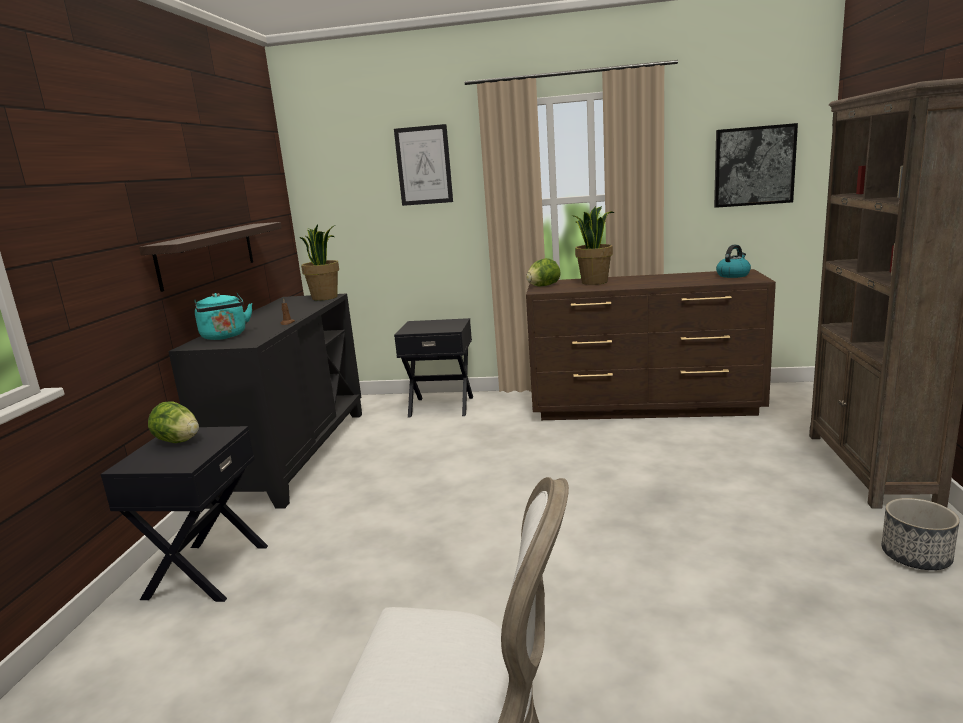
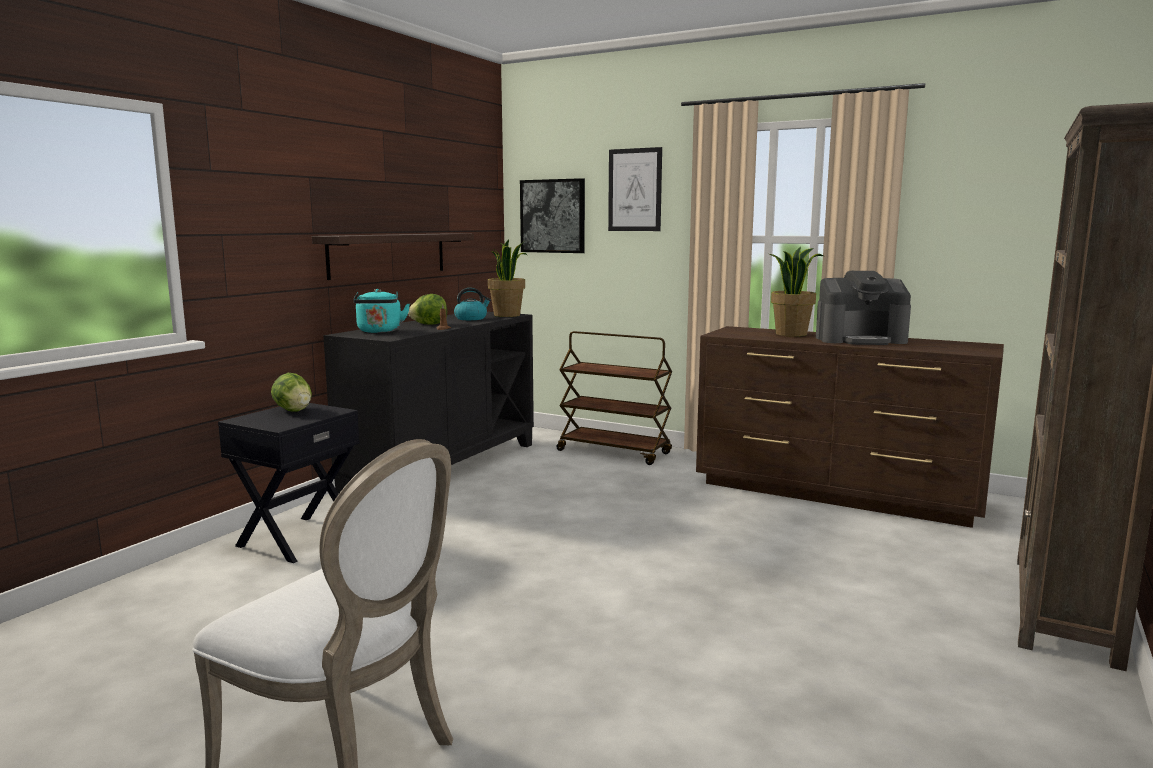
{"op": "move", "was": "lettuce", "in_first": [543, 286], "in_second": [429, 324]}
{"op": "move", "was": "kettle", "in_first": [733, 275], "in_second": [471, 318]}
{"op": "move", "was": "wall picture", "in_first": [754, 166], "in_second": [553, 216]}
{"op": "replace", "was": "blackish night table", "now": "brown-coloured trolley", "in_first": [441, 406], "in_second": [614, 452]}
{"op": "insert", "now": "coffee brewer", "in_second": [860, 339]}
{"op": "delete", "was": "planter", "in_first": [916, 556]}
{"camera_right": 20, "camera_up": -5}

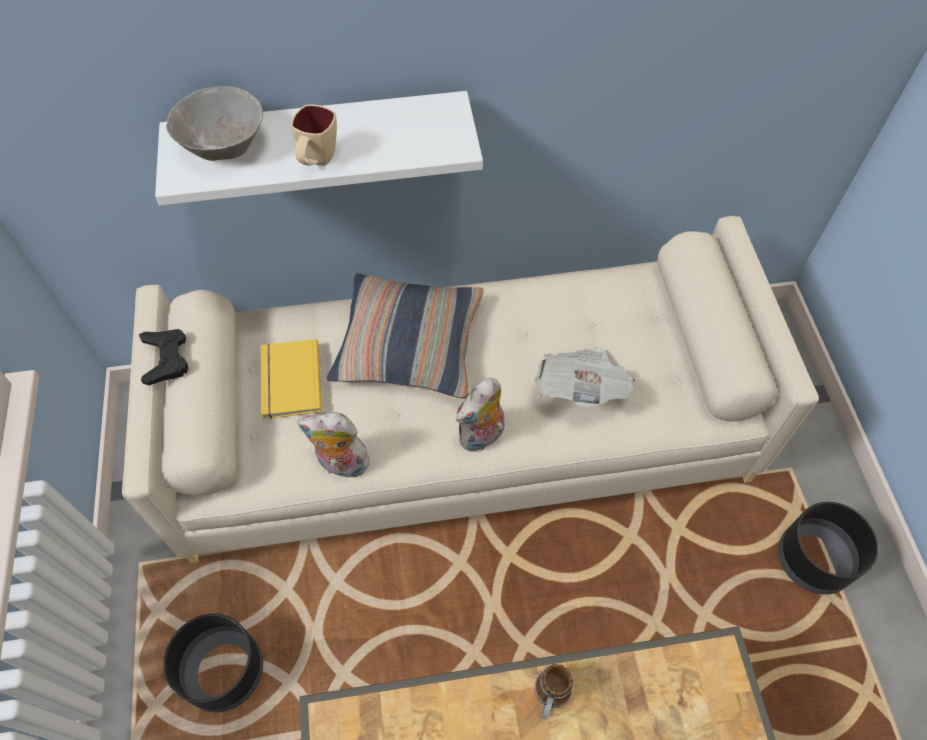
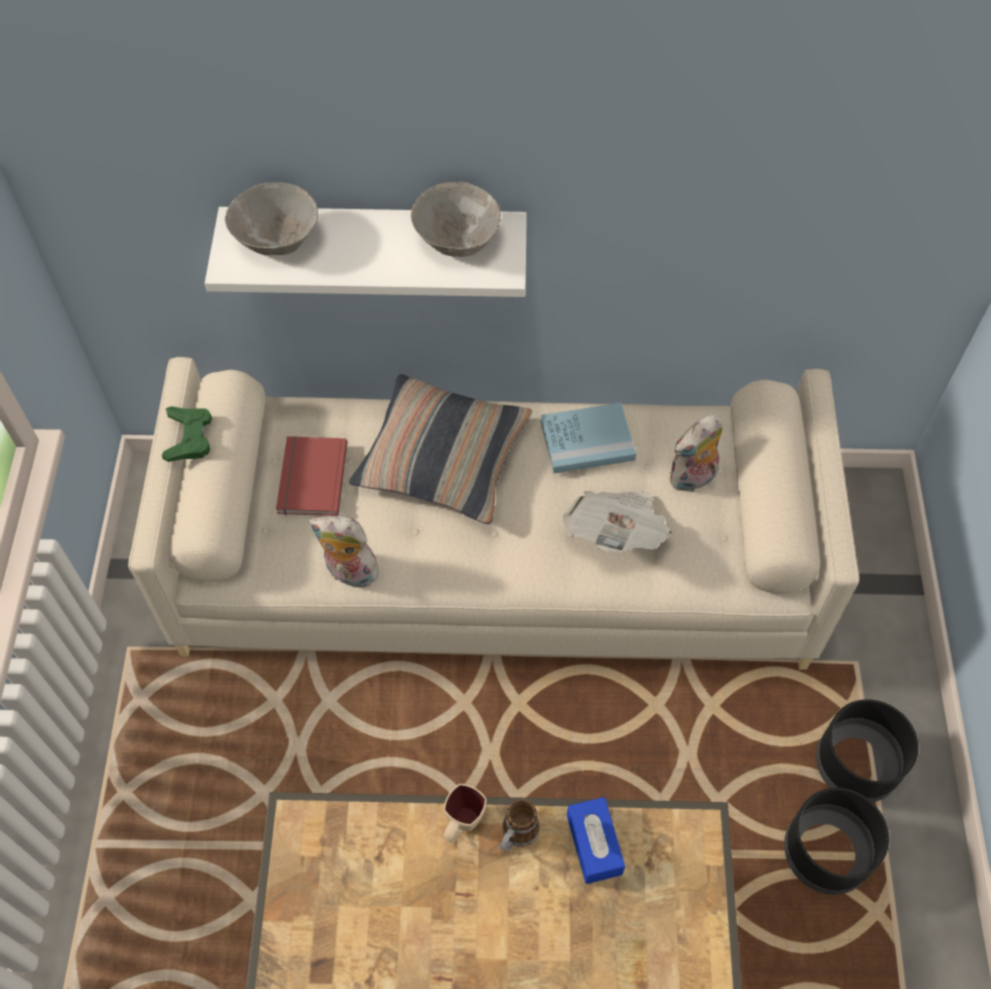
{"op": "recolor", "was": "blackish joypad", "now": "green joypad", "in_first": [166, 358], "in_second": [189, 437]}
{"op": "recolor", "was": "yellowish bound book", "now": "reddish bound book", "in_first": [288, 381], "in_second": [309, 478]}
{"op": "insert", "now": "gray serving bowl", "in_second": [457, 241]}
{"op": "move", "was": "beige-coloured coffee mug", "in_first": [317, 162], "in_second": [462, 825]}
{"op": "insert", "now": "bluish bound book", "in_second": [587, 440]}
{"op": "insert", "now": "bluish tissue holder", "in_second": [594, 844]}
{"op": "move", "was": "soft toy", "in_first": [482, 437], "in_second": [692, 480]}
{"op": "move", "was": "blackish planter", "in_first": [223, 670], "in_second": [825, 851]}
{"camera_right": 10, "camera_up": 0}

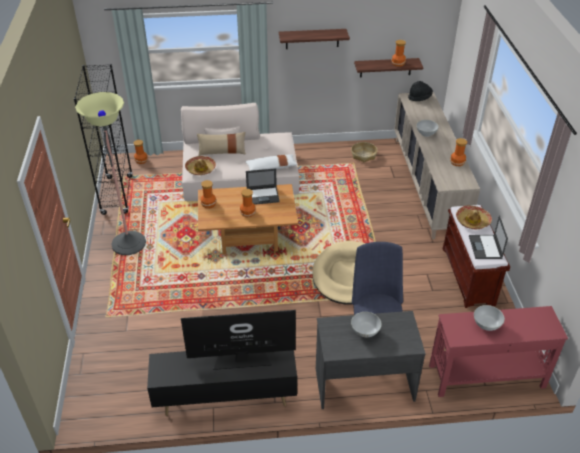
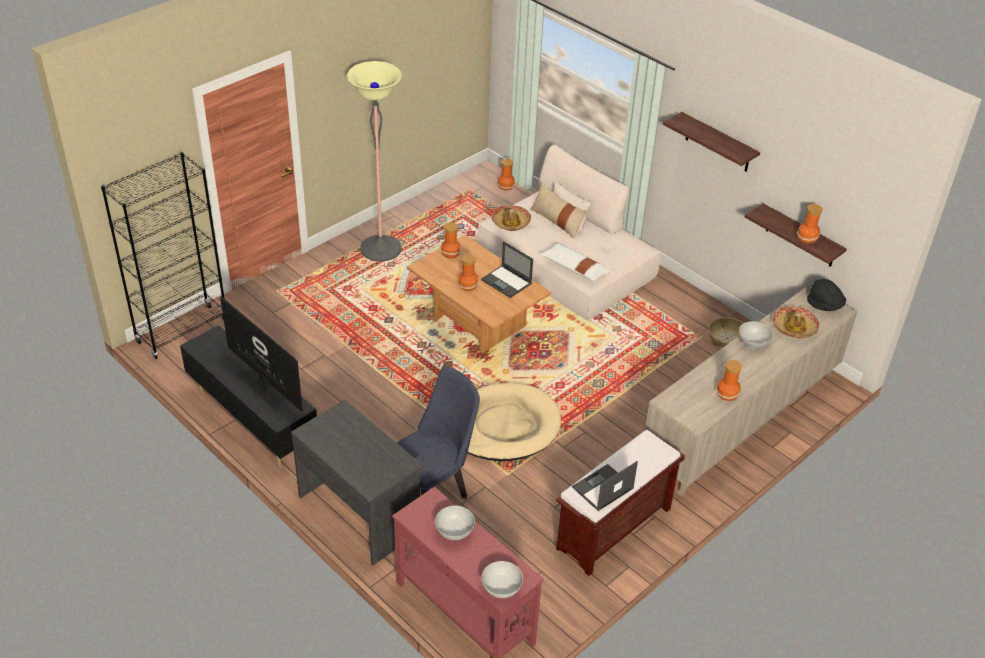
{"op": "move", "was": "blackish bookcase", "in_first": [117, 195], "in_second": [182, 332]}
{"op": "move", "was": "white-coloured serving bowl", "in_first": [365, 331], "in_second": [502, 589]}
{"op": "move", "was": "clothing hat", "in_first": [472, 221], "in_second": [794, 327]}
{"camera_right": 50, "camera_up": 0}

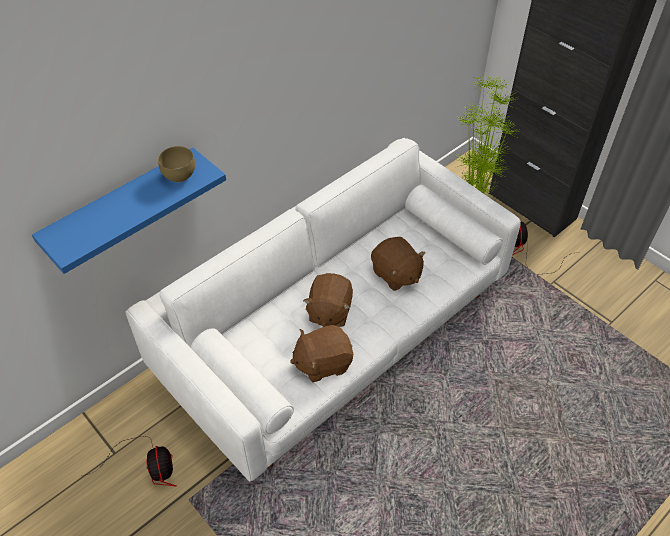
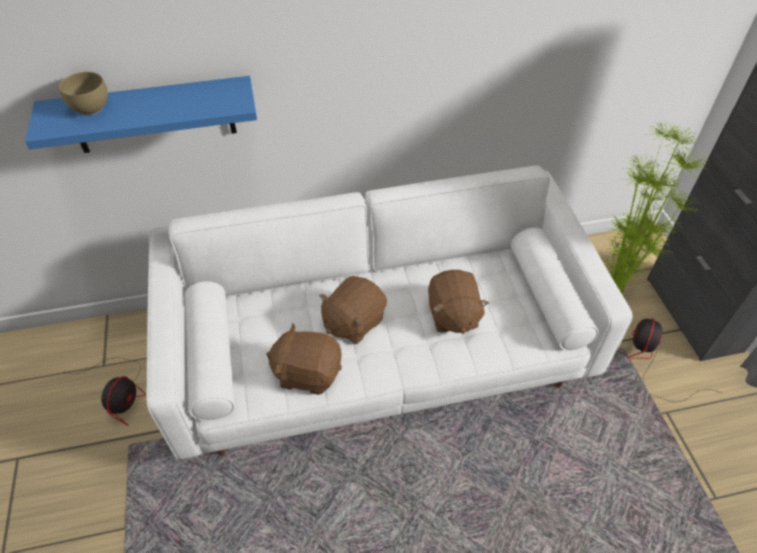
{"op": "move", "was": "brown-coloured serving bowl", "in_first": [178, 175], "in_second": [90, 107]}
{"camera_right": 30, "camera_up": 0}

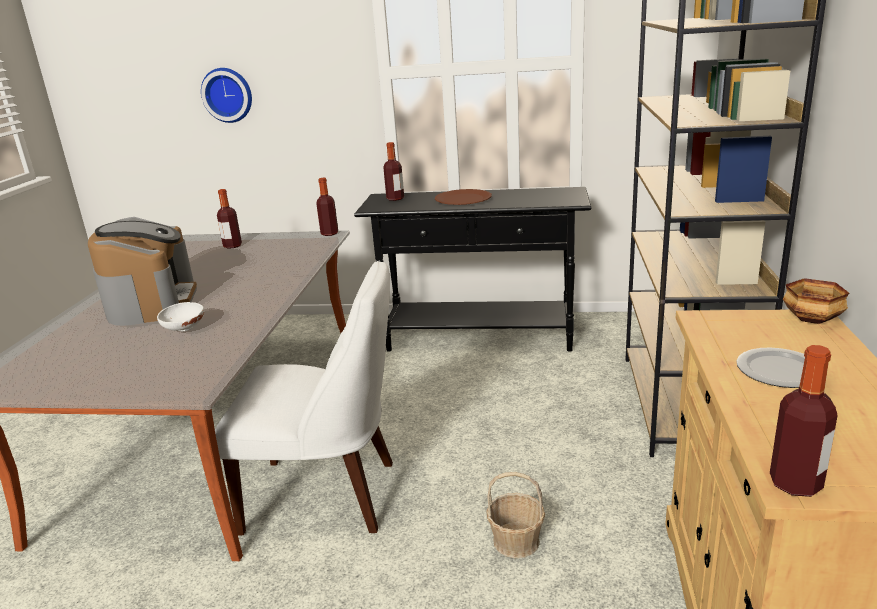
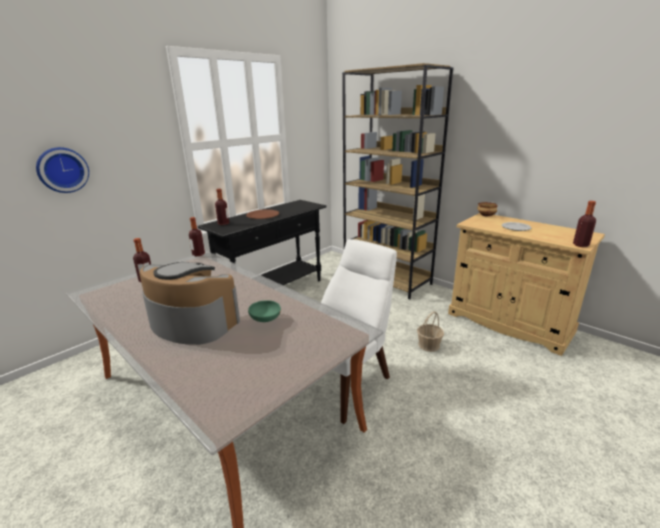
{"op": "recolor", "was": "white-coloured serving bowl", "now": "green serving bowl", "in_first": [183, 329], "in_second": [265, 320]}
{"camera_right": -55, "camera_up": 0}

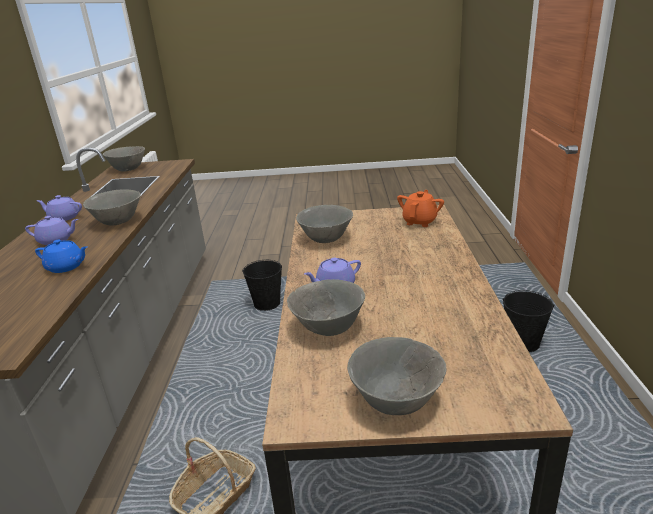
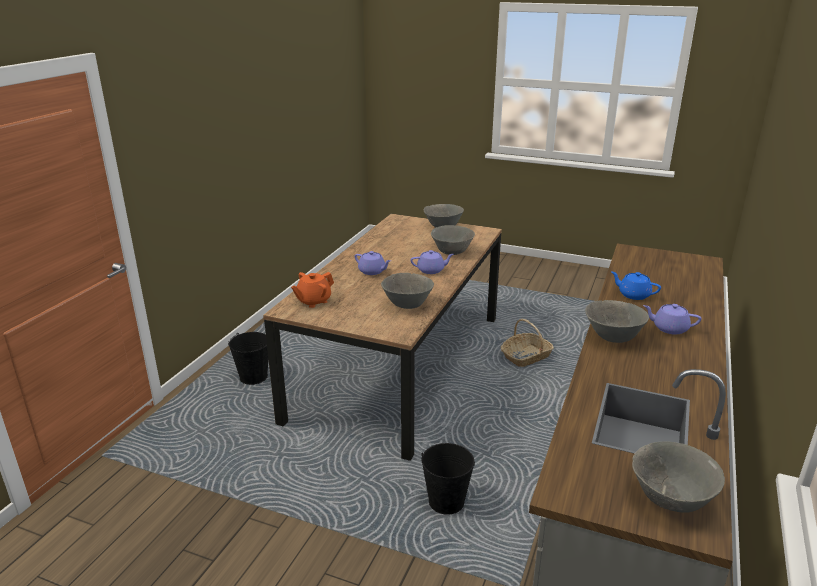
{"op": "move", "was": "purple-coloured teapot", "in_first": [64, 218], "in_second": [372, 271]}
{"camera_right": -160, "camera_up": 0}

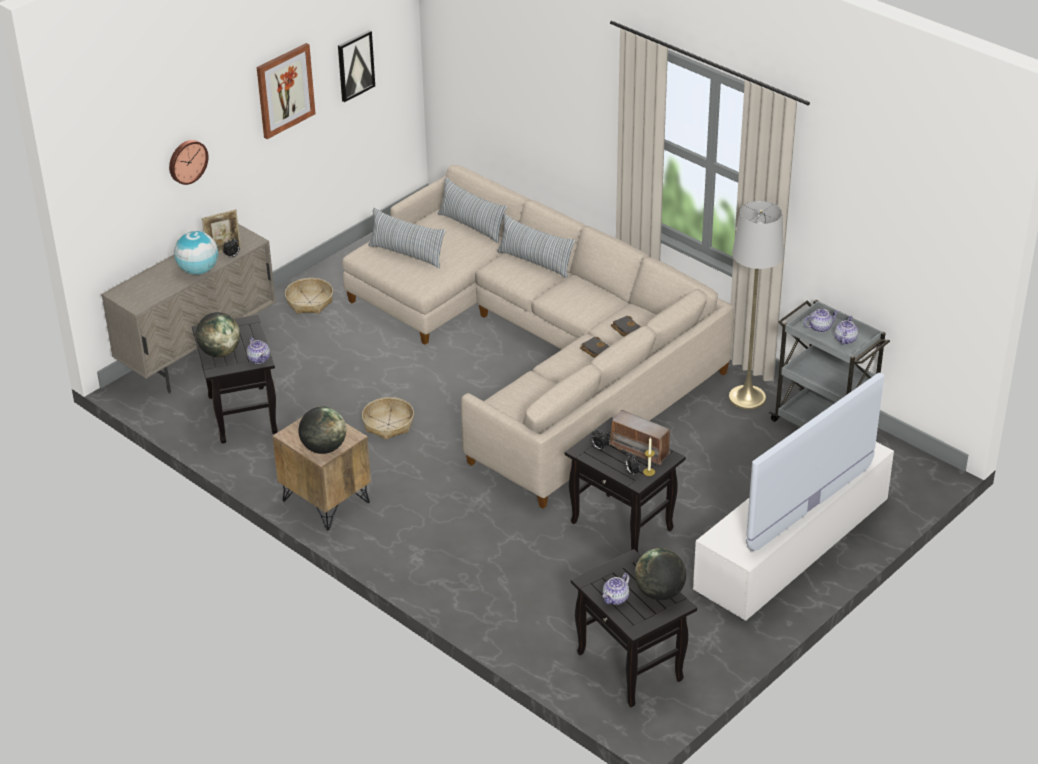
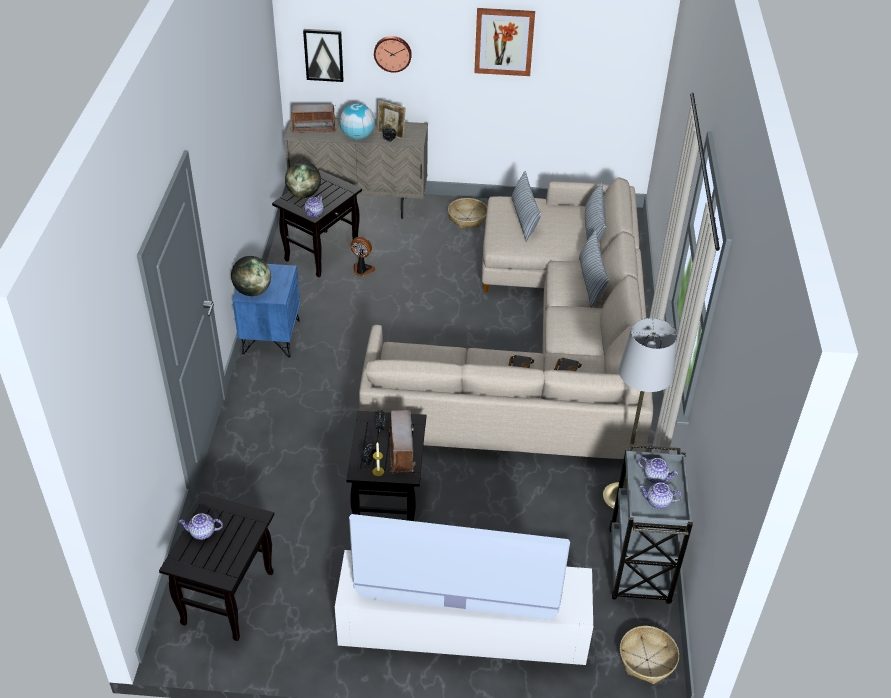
{"op": "recolor", "was": "brown-coloured night table", "now": "bluish night table", "in_first": [325, 502], "in_second": [270, 337]}
{"op": "insert", "now": "radio", "in_second": [314, 128]}
{"op": "move", "was": "wall picture", "in_first": [355, 65], "in_second": [323, 54]}
{"op": "insert", "now": "electric fan", "in_second": [362, 270]}
{"op": "move", "was": "basket", "in_first": [388, 424], "in_second": [647, 659]}
{"op": "rotate", "was": "teapot", "in_first": [845, 339], "in_second": [658, 502], "clockwise": -150}
{"op": "delete", "was": "world globe", "in_first": [660, 593]}
{"camera_right": 50, "camera_up": 5}

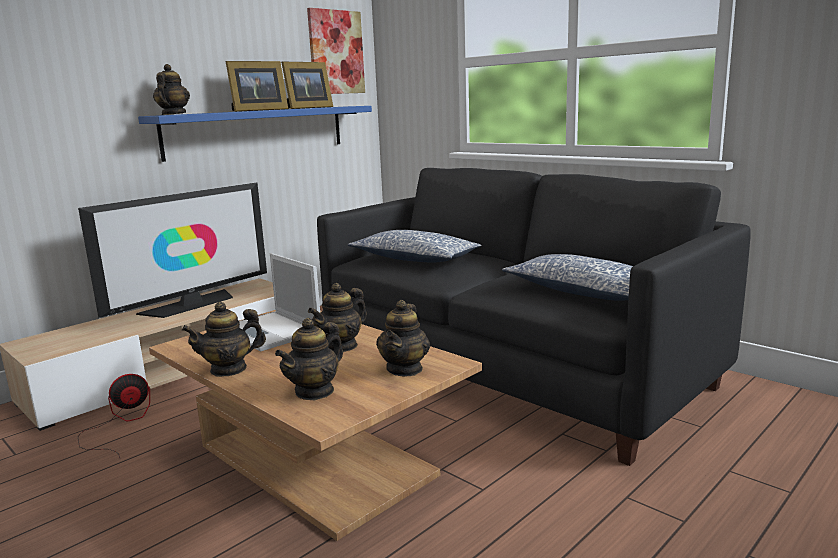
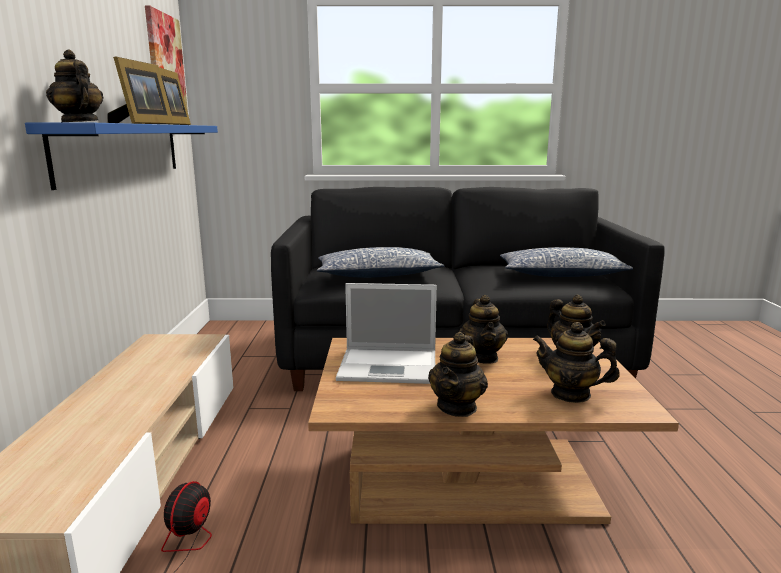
{"op": "rotate", "was": "teapot", "in_first": [315, 391], "in_second": [571, 394], "clockwise": 120}
{"op": "delete", "was": "TV set", "in_first": [191, 304]}
{"camera_right": -45, "camera_up": 0}

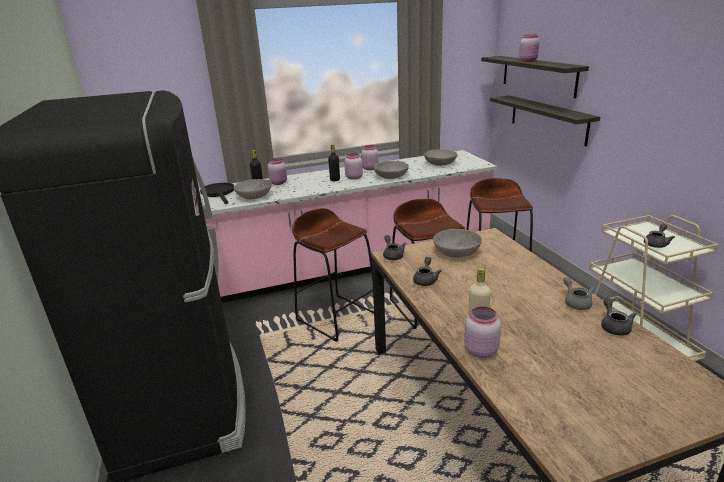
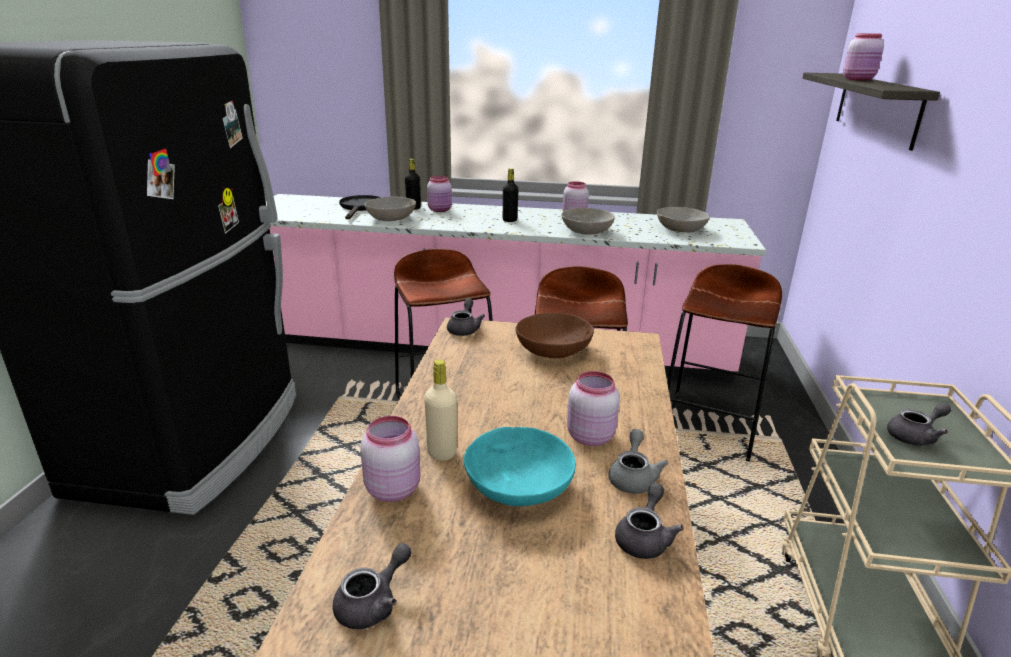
{"op": "move", "was": "gray teapot", "in_first": [426, 280], "in_second": [373, 603]}
{"op": "insert", "now": "turquoise serving bowl", "in_second": [518, 487]}
{"op": "recolor", "was": "gray serving bowl", "now": "brown-coloured serving bowl", "in_first": [456, 252], "in_second": [553, 349]}
{"op": "move", "was": "pinkish preserve jar", "in_first": [353, 177], "in_second": [589, 436]}
{"op": "delete", "was": "shelf", "in_first": [547, 119]}
{"camera_right": 25, "camera_up": 0}

